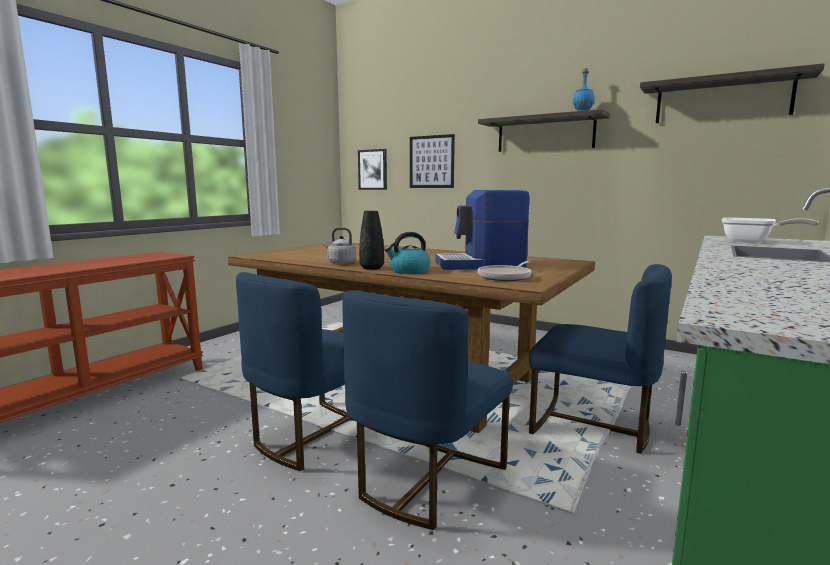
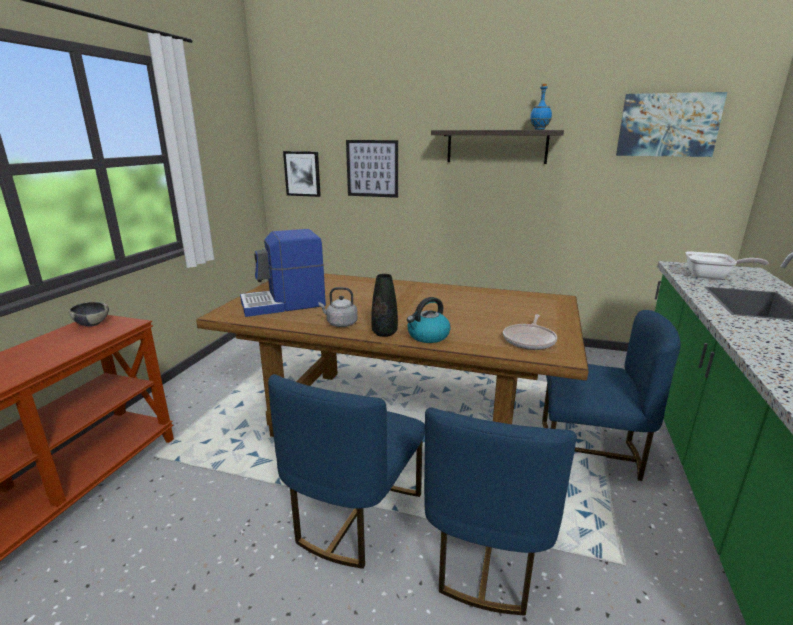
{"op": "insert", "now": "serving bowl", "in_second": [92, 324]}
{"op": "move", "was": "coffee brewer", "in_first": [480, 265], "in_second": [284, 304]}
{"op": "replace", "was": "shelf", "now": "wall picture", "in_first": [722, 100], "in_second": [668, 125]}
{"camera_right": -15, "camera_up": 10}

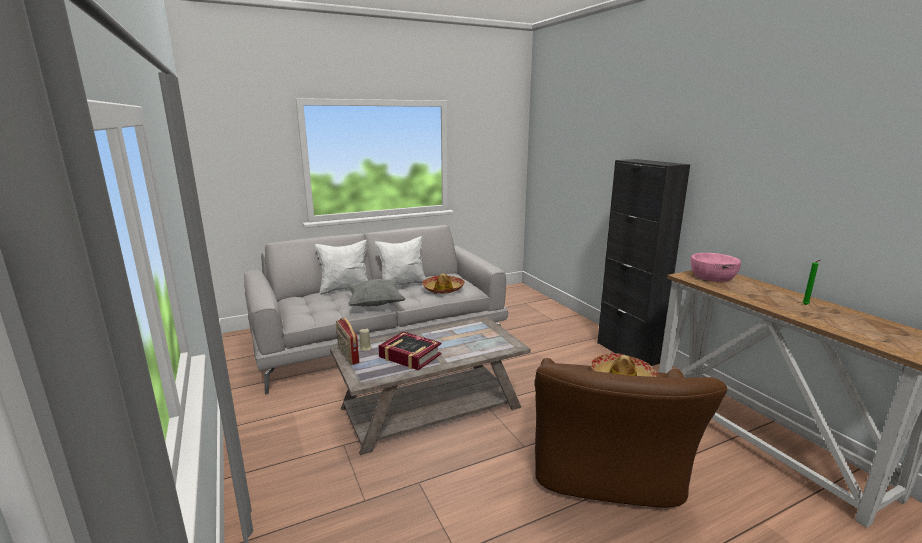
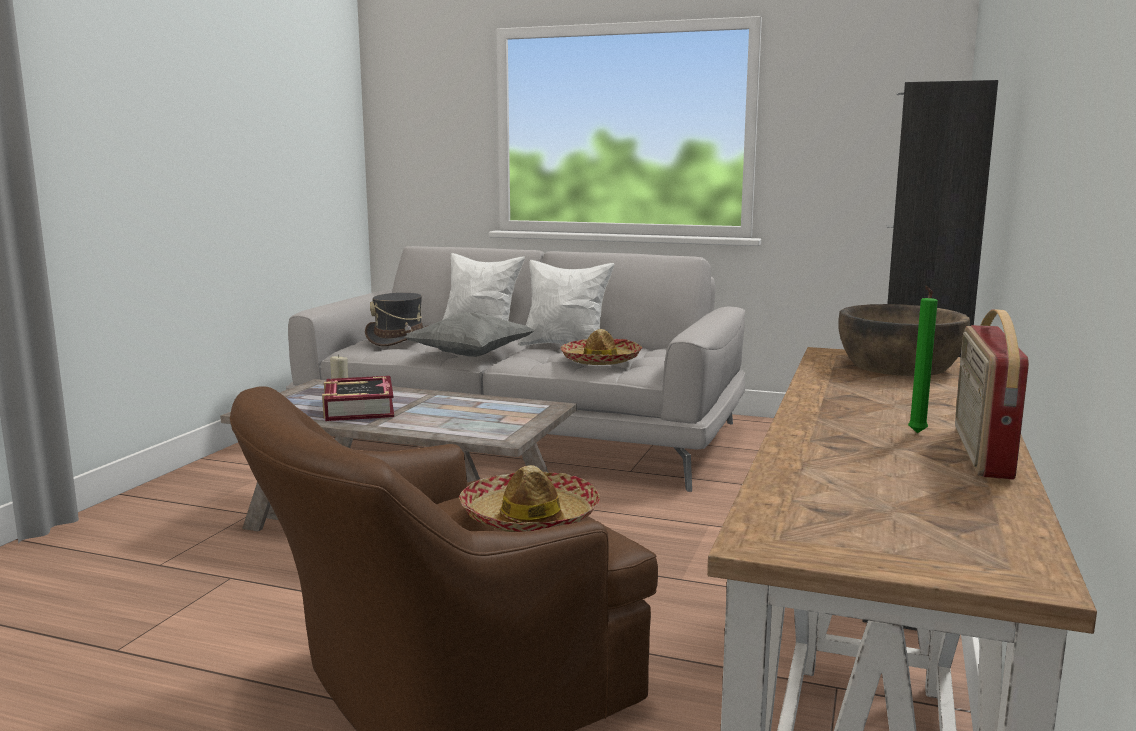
{"op": "insert", "now": "gray clothing hat", "in_second": [399, 339]}
{"op": "recolor", "was": "pinkish serving bowl", "now": "brown-coloured serving bowl", "in_first": [712, 276], "in_second": [899, 366]}
{"op": "move", "was": "radio", "in_first": [347, 355], "in_second": [980, 452]}
{"camera_right": 45, "camera_up": -5}

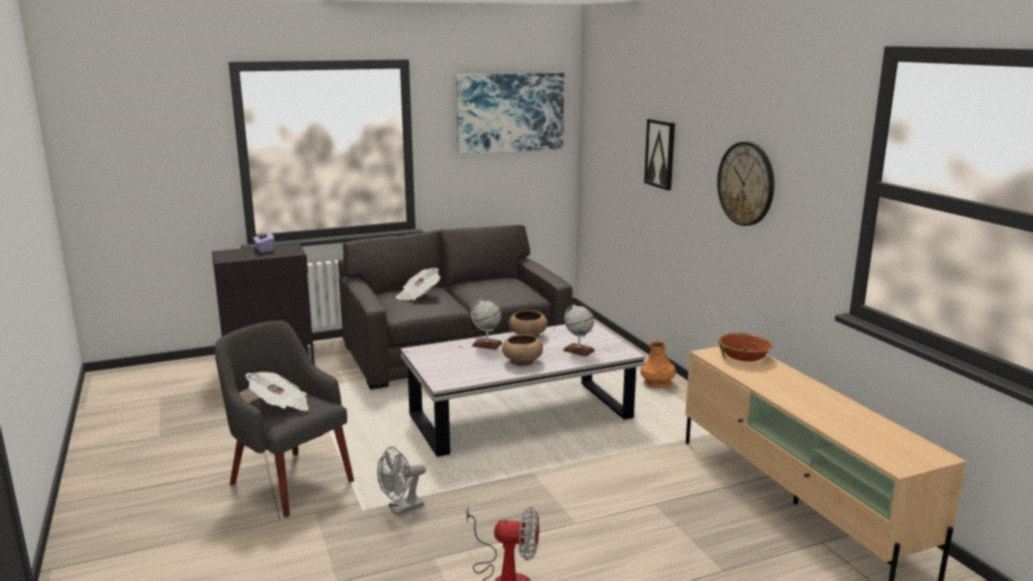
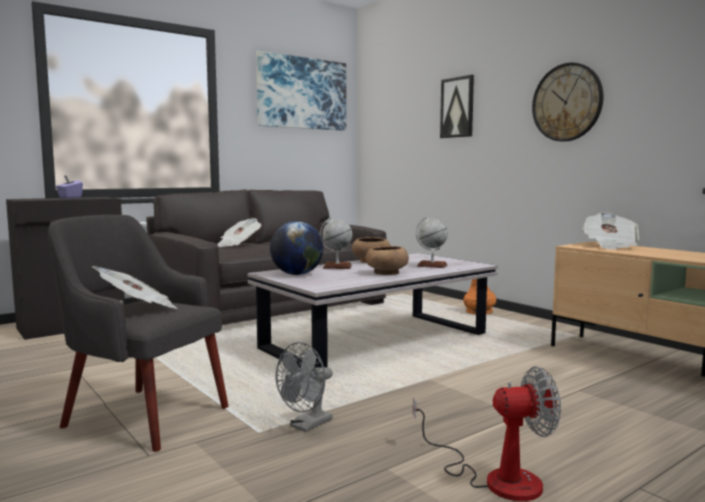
{"op": "insert", "now": "world globe", "in_second": [297, 274]}
{"op": "replace", "was": "serving bowl", "now": "printed paper", "in_first": [744, 357], "in_second": [610, 246]}
{"camera_right": -15, "camera_up": -10}

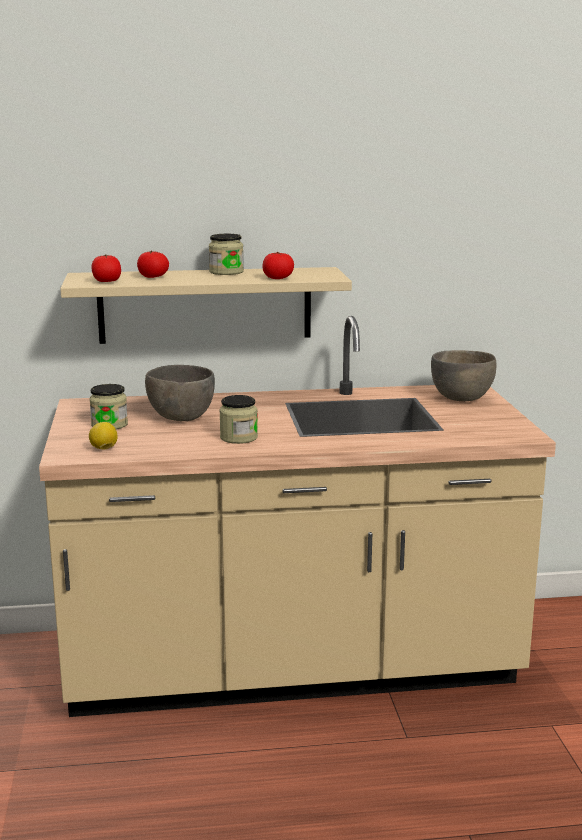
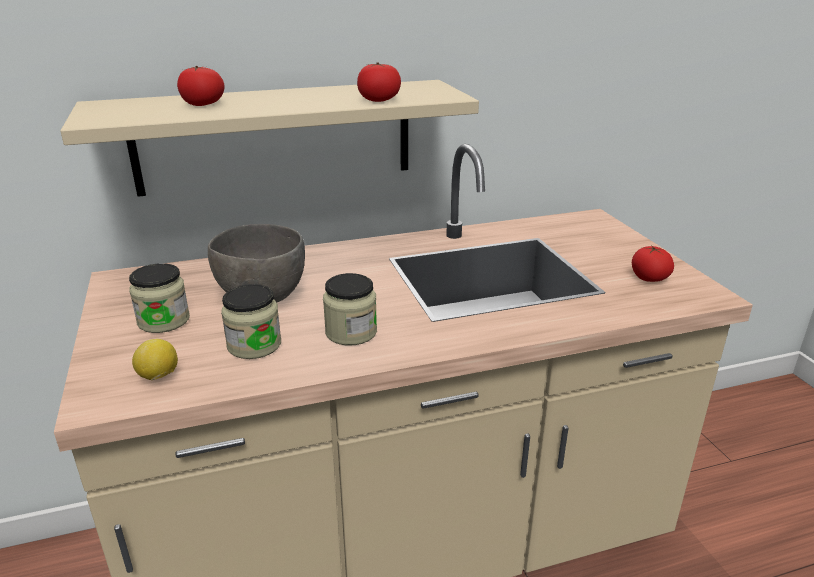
{"op": "move", "was": "preserve jar", "in_first": [226, 272], "in_second": [254, 345]}
{"op": "move", "was": "whole tomato", "in_first": [106, 281], "in_second": [649, 278]}
{"op": "delete", "was": "gray serving bowl", "in_first": [462, 399]}
{"camera_right": -10, "camera_up": 10}

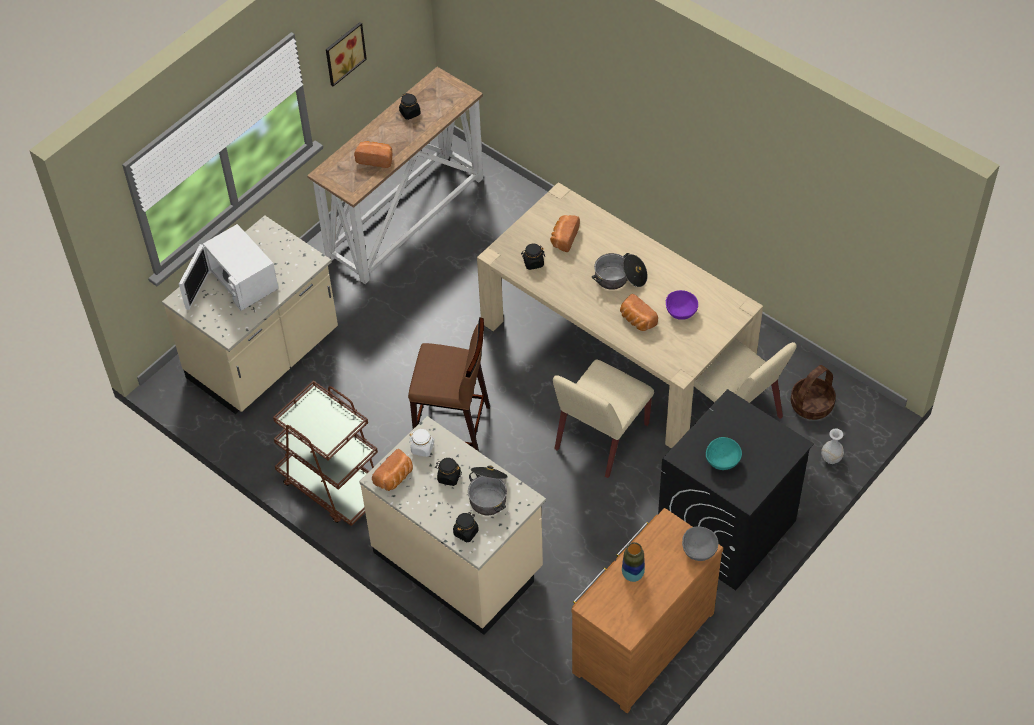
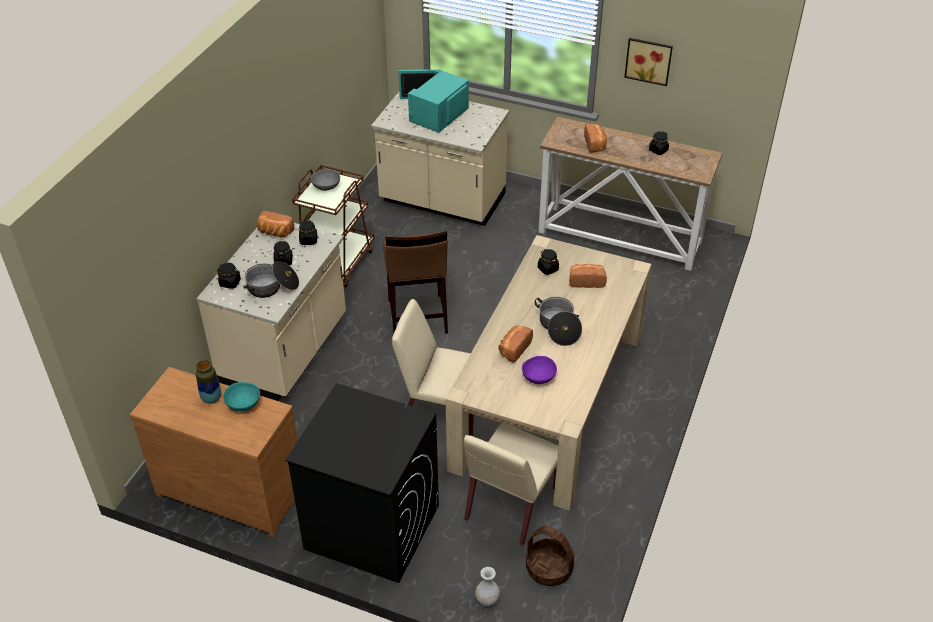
{"op": "move", "was": "turquoise serving bowl", "in_first": [722, 461], "in_second": [243, 404]}
{"op": "recolor", "was": "white-coloured preserve jar", "now": "blackish preserve jar", "in_first": [422, 448], "in_second": [308, 240]}
{"op": "move", "was": "gray serving bowl", "in_first": [699, 551], "in_second": [326, 187]}
{"op": "recolor", "was": "white-coloured microwave oven", "now": "turquoise microwave oven", "in_first": [238, 281], "in_second": [438, 113]}
{"camera_right": 70, "camera_up": -10}

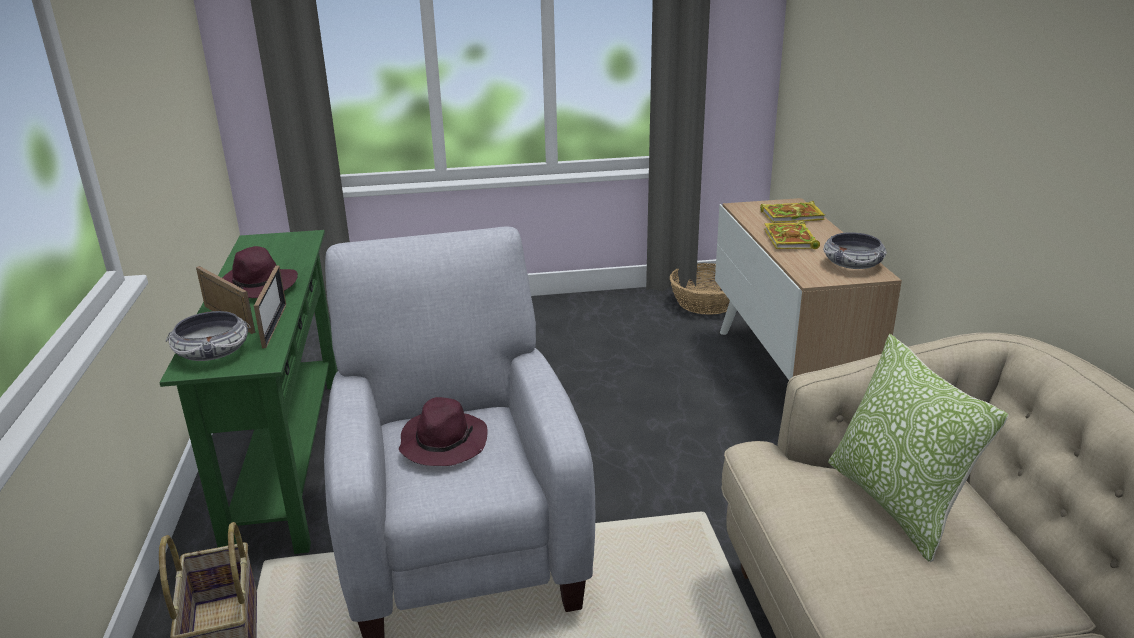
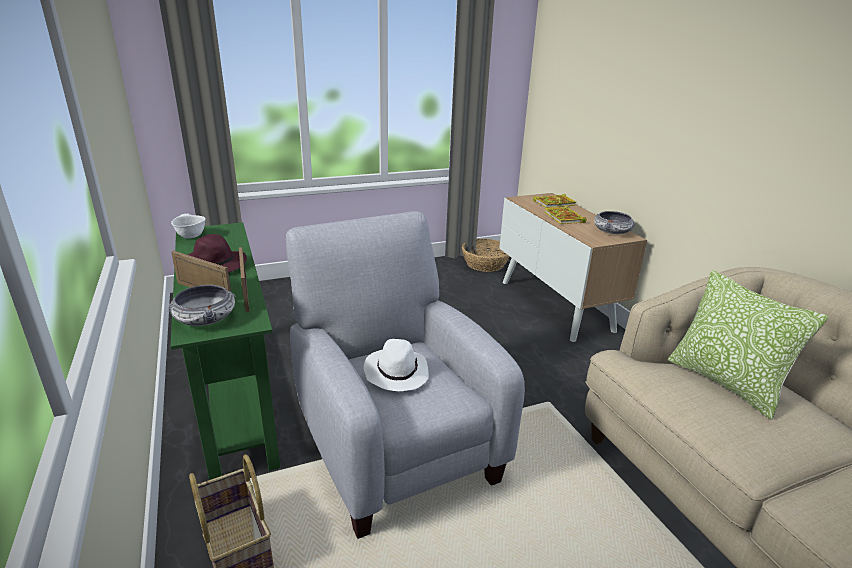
{"op": "insert", "now": "white-coloured serving bowl", "in_second": [190, 236]}
{"op": "recolor", "was": "purple-coloured clothing hat", "now": "white-coloured clothing hat", "in_first": [443, 443], "in_second": [396, 373]}
{"camera_right": -15, "camera_up": 0}

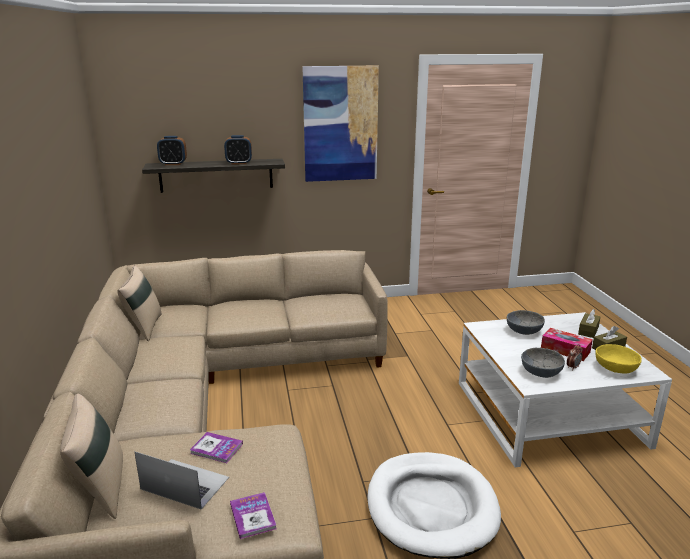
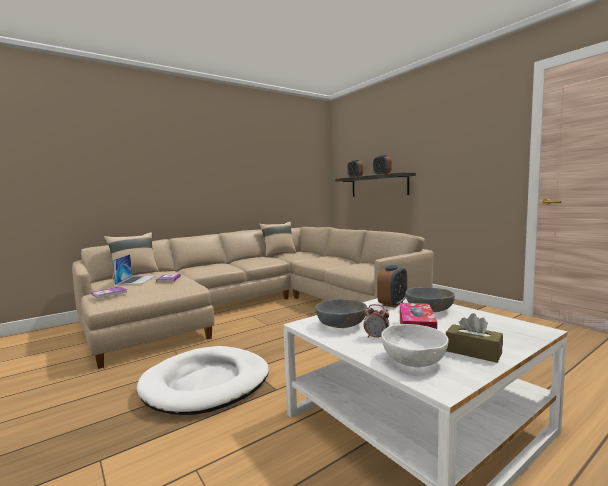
{"op": "insert", "now": "bedside clock", "in_second": [392, 303]}
{"op": "recolor", "was": "yellowish serving bowl", "now": "white-coloured serving bowl", "in_first": [615, 368], "in_second": [414, 360]}
{"op": "delete", "was": "wall picture", "in_first": [340, 124]}
{"op": "delete", "was": "brown-coloured tissue holder", "in_first": [588, 330]}
{"camera_right": 65, "camera_up": -15}

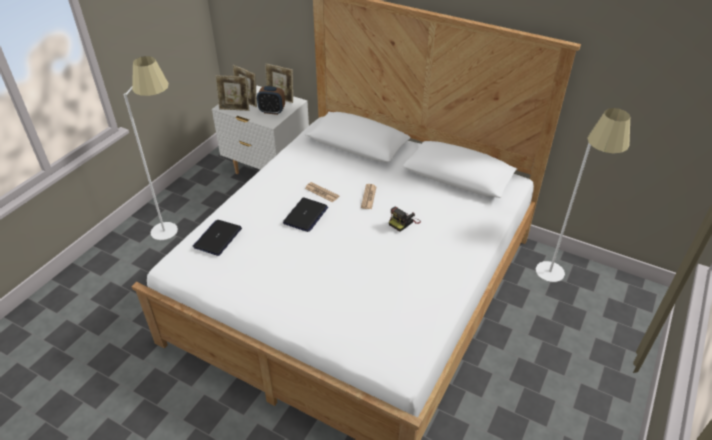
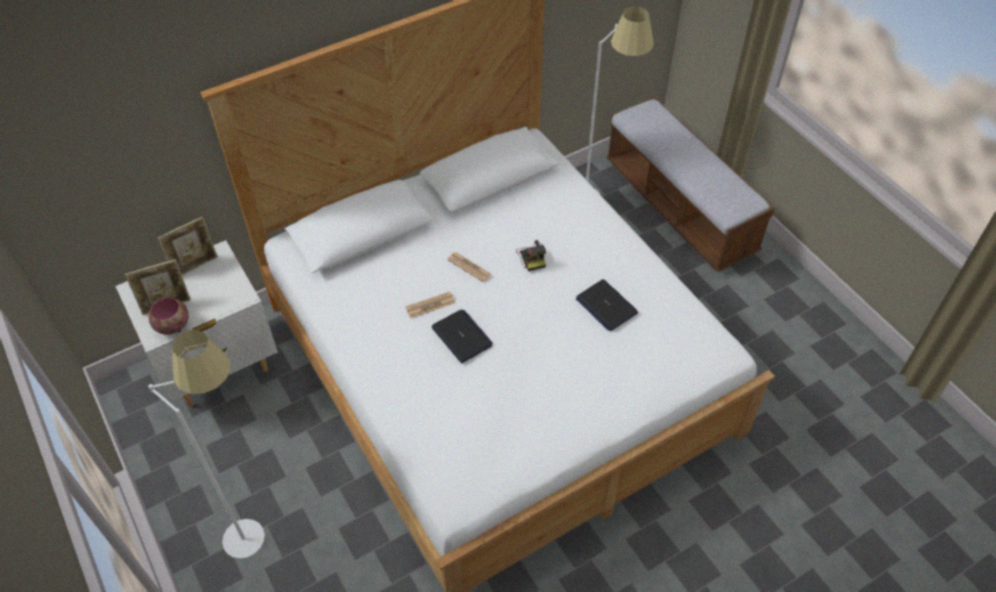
{"op": "replace", "was": "photo frame", "now": "serving bowl", "in_first": [235, 109], "in_second": [173, 325]}
{"op": "move", "was": "portable computer", "in_first": [218, 238], "in_second": [606, 306]}
{"op": "insert", "now": "bench", "in_second": [679, 207]}
{"op": "delete", "was": "bedside clock", "in_first": [272, 111]}
{"camera_right": -60, "camera_up": 10}

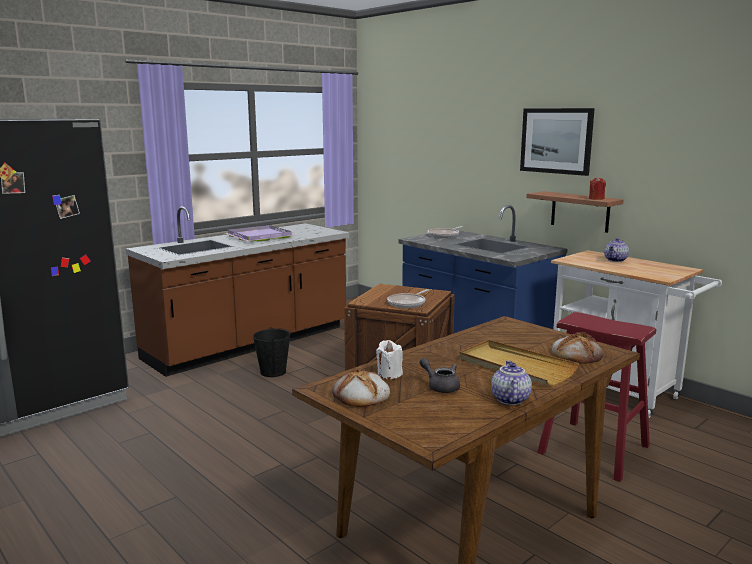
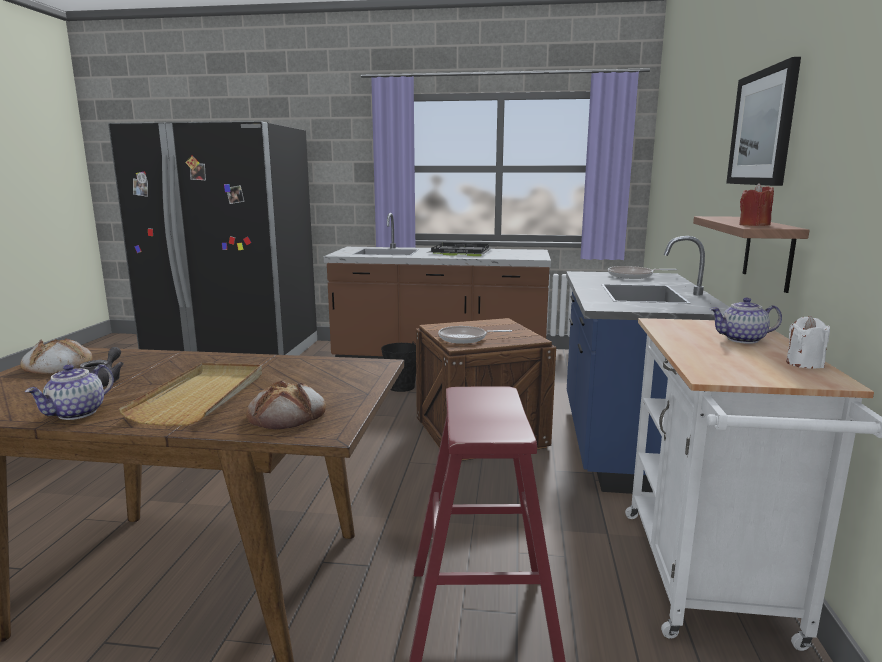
{"op": "rotate", "was": "teapot", "in_first": [509, 399], "in_second": [77, 413], "clockwise": 150}
{"op": "recolor", "was": "purple-coloured serving tray", "now": "blackish serving tray", "in_first": [258, 236], "in_second": [460, 252]}
{"op": "move", "was": "white-coloured wax candle", "in_first": [389, 374], "in_second": [804, 364]}
{"camera_right": 50, "camera_up": 0}

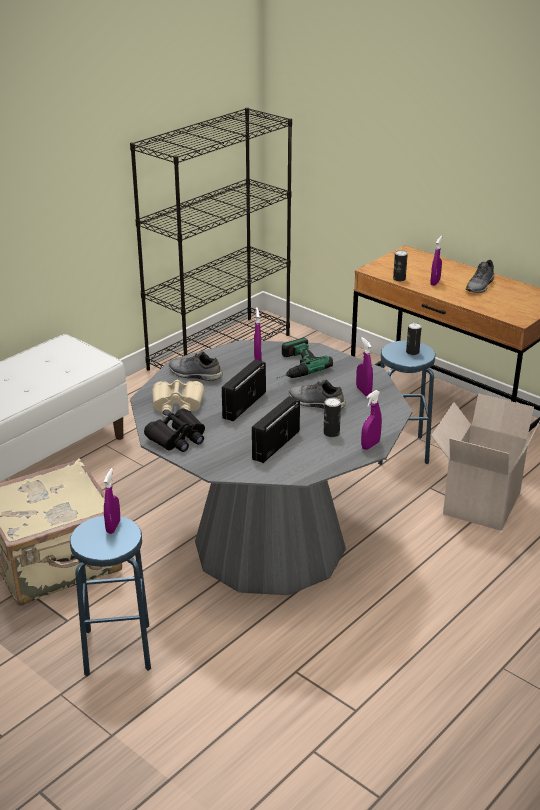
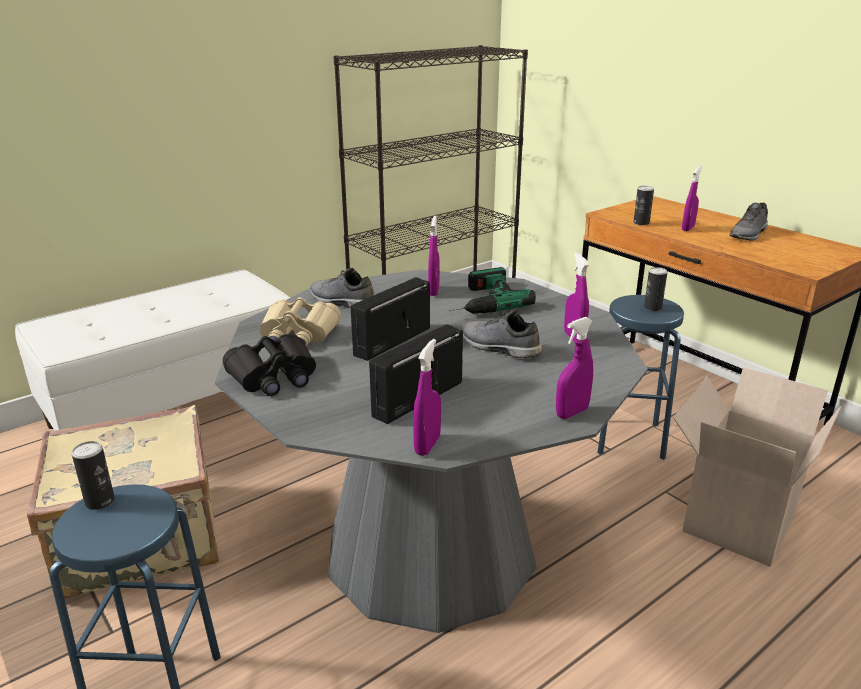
{"op": "move", "was": "sealed can", "in_first": [331, 433], "in_second": [100, 501]}
{"op": "move", "was": "purple-coloured spray bottle", "in_first": [113, 527], "in_second": [427, 445]}
{"camera_right": 10, "camera_up": -5}

